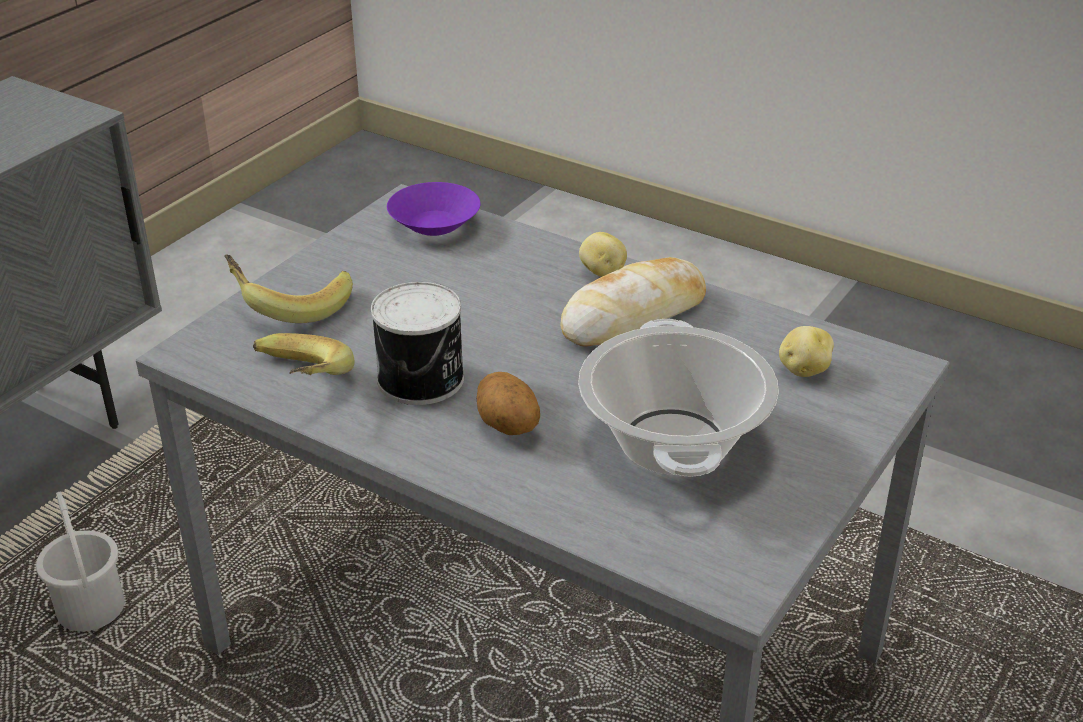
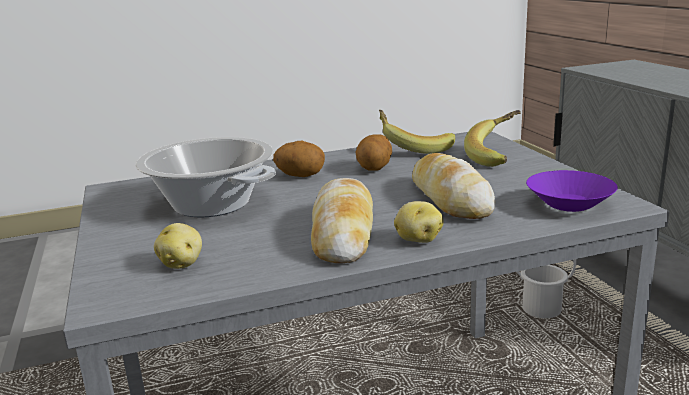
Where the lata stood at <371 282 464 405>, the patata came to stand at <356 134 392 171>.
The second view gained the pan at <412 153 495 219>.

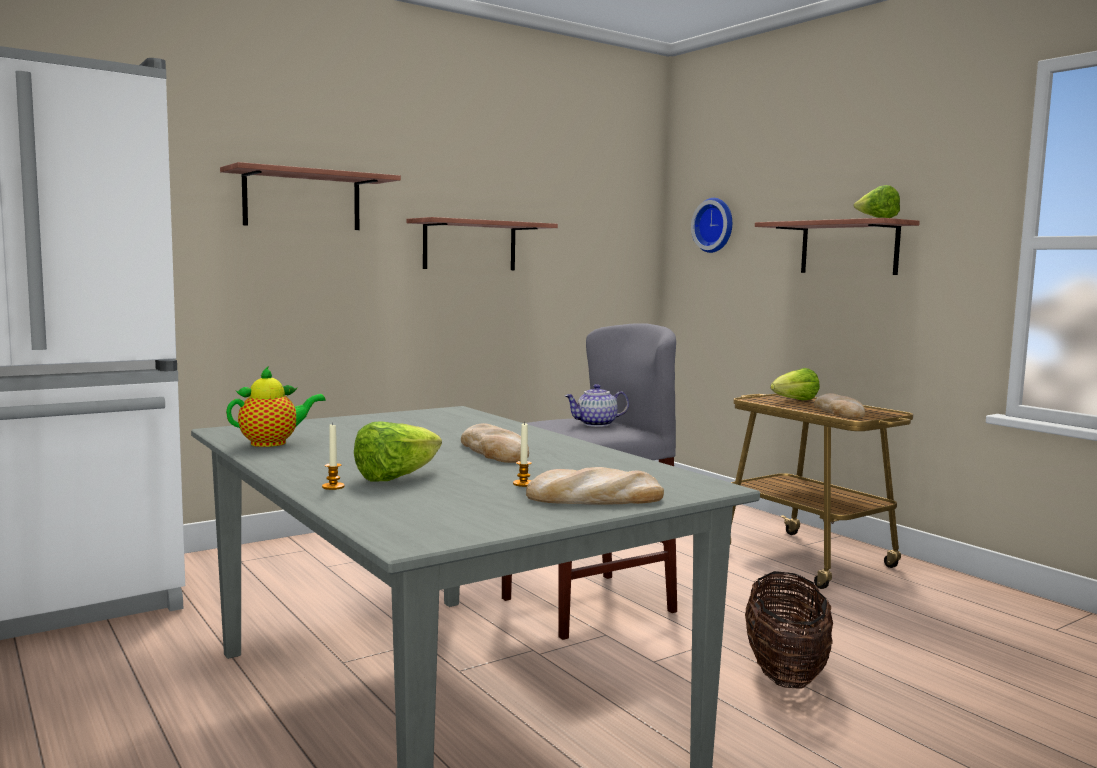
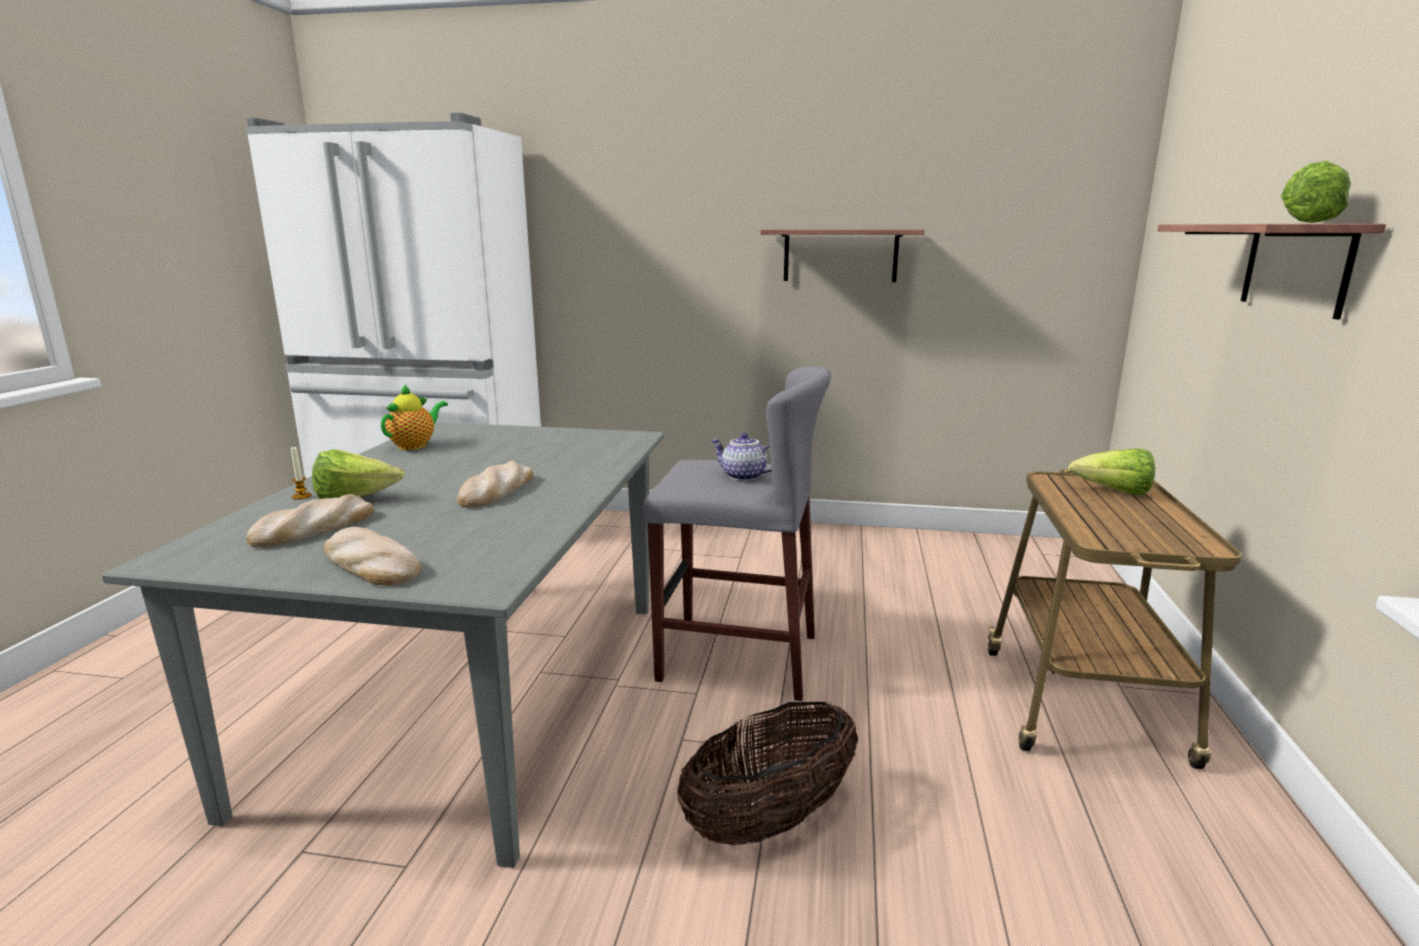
The second view lost the estante at <220 162 401 230>.
The second view lost the reloj de pared at <691 198 732 253>.
The tetera at <226 366 326 447> ended up facing another way, 75 degrees counterclockwise from before.
The pan ended up elsewhere, having gone from <814 393 865 418> to <246 494 374 548>.
The second view lost the vela at <513 422 532 487>.

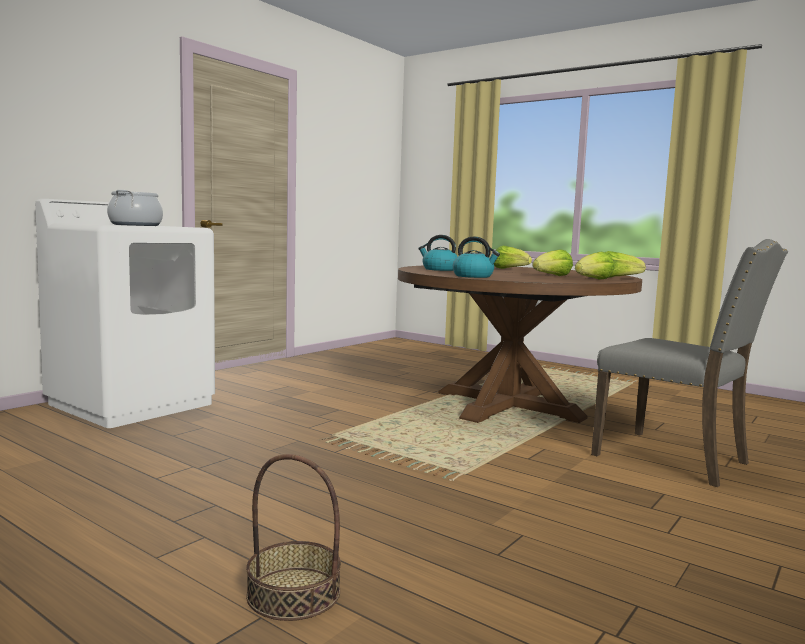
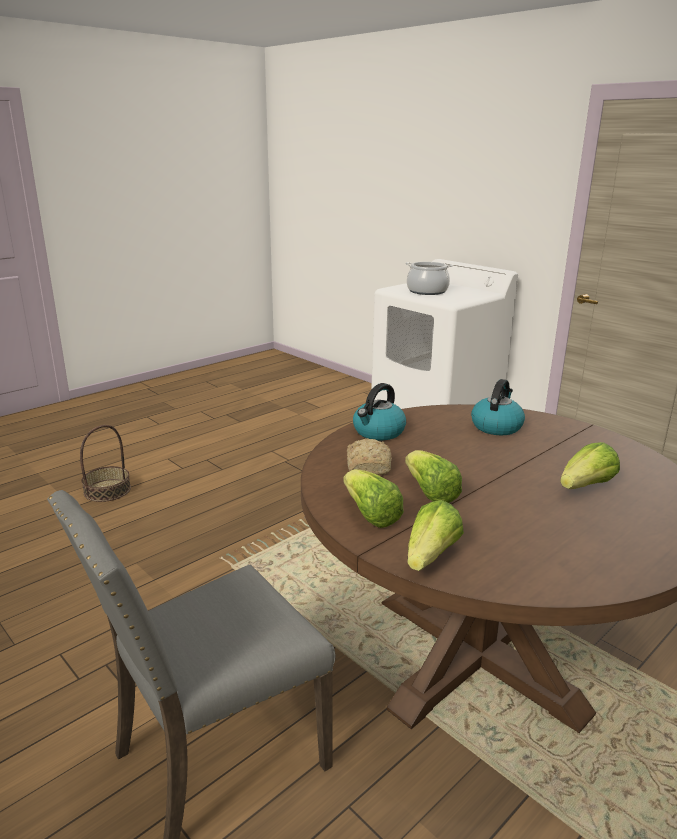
The second view gained the pan at <347 438 392 475>.

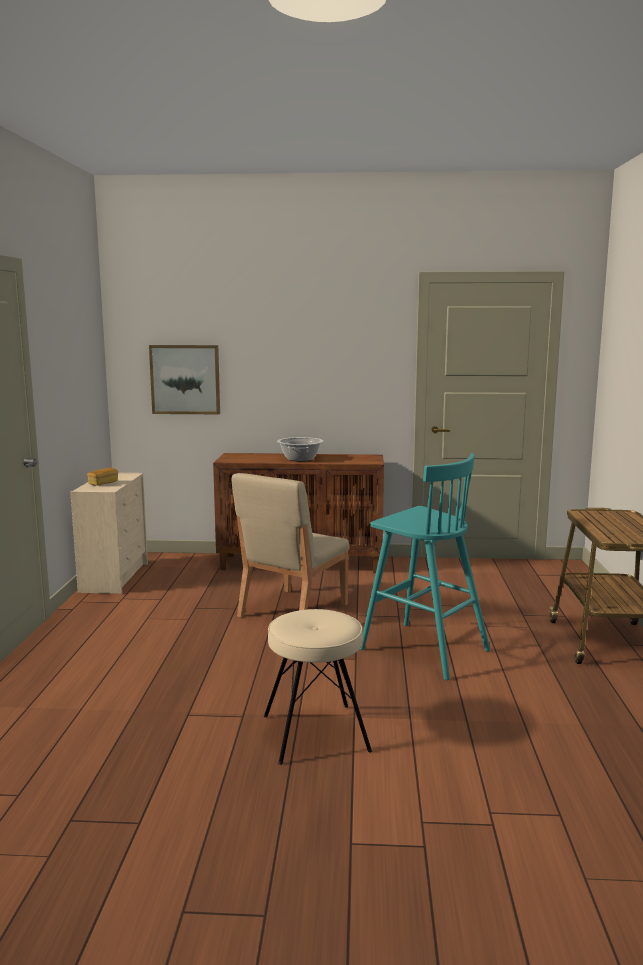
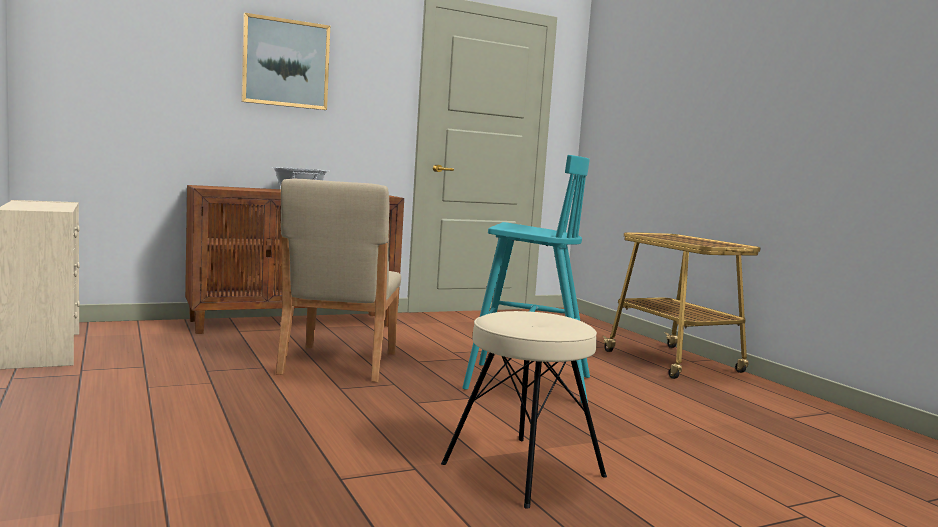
The cuadro ended up elsewhere, having gone from <149 345 220 414> to <241 13 330 110>.
The second view lost the pan at <87 468 118 486>.

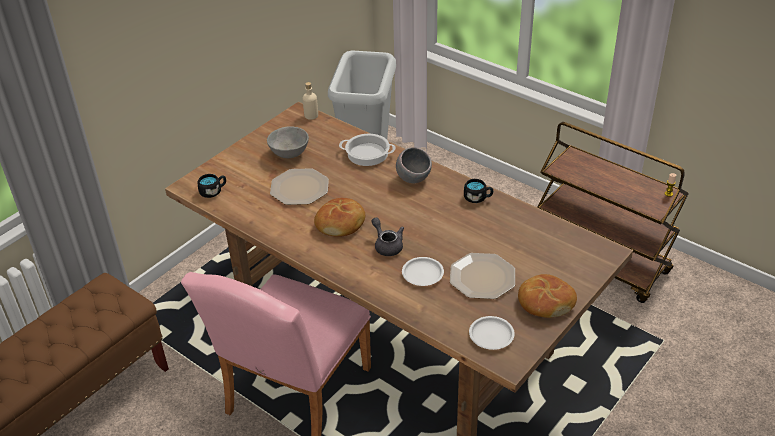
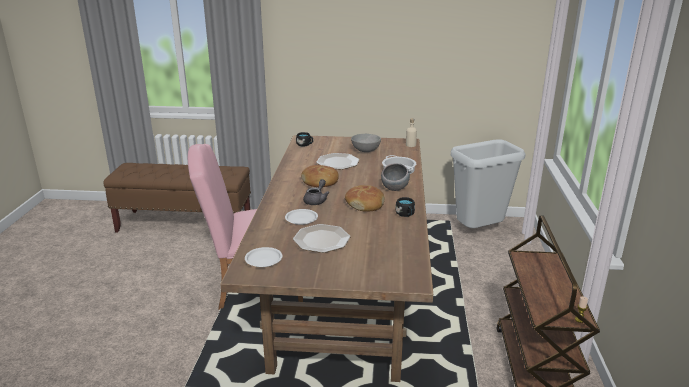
The pan ended up elsewhere, having gone from <518 274 577 318> to <345 185 385 212>.

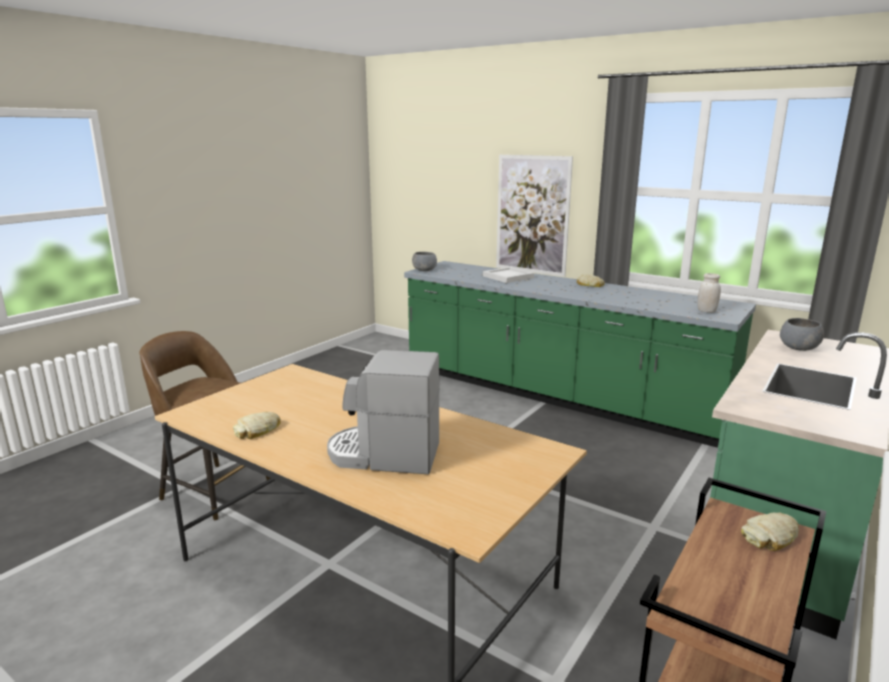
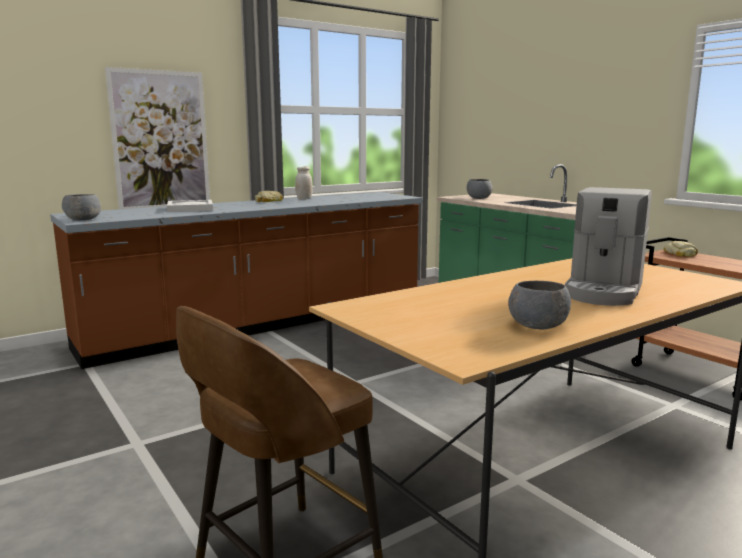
What was the mueble bajo de cocina/verde at <404 261 756 448> turned into the mueble bajo de cocina/marrón at <50 192 423 369>.
The tarro/blanco ended up elsewhere, having gone from <697 273 721 313> to <295 167 313 200>.
Where the pan stood at <233 412 281 439>, the cuenco/gris came to stand at <508 281 571 329>.

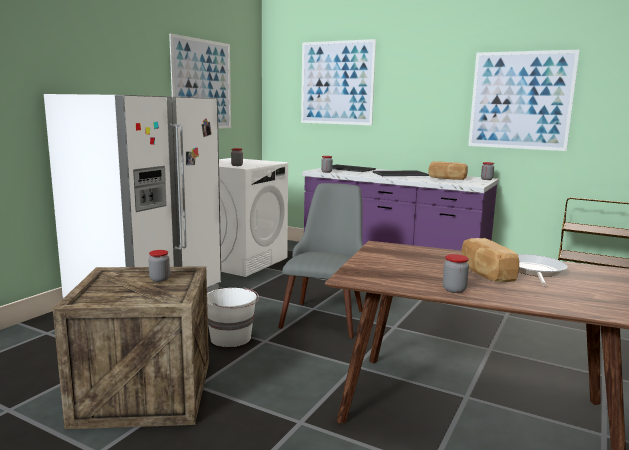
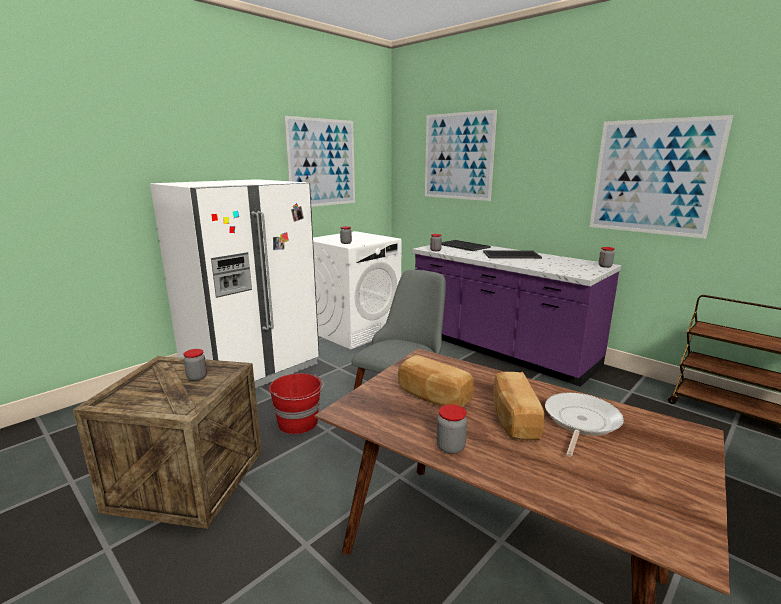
The pan ended up elsewhere, having gone from <428 161 468 180> to <398 355 474 407>.
What was the cubo/blanco at <207 287 259 347> turned into the cubo/rojo at <269 373 324 434>.

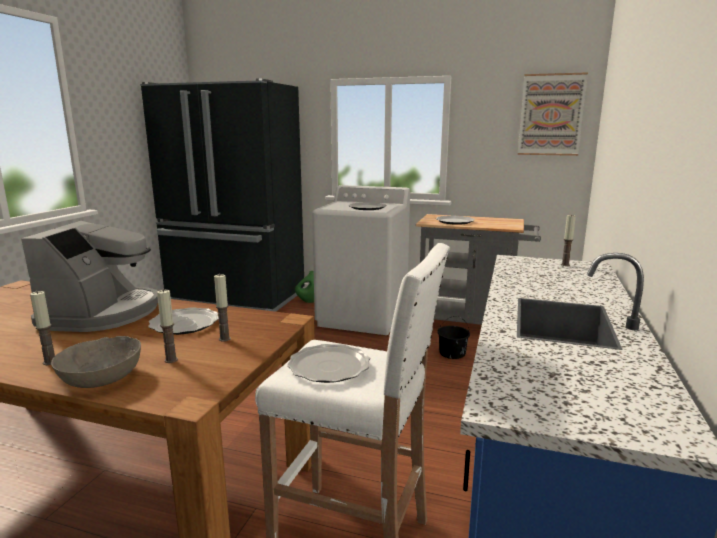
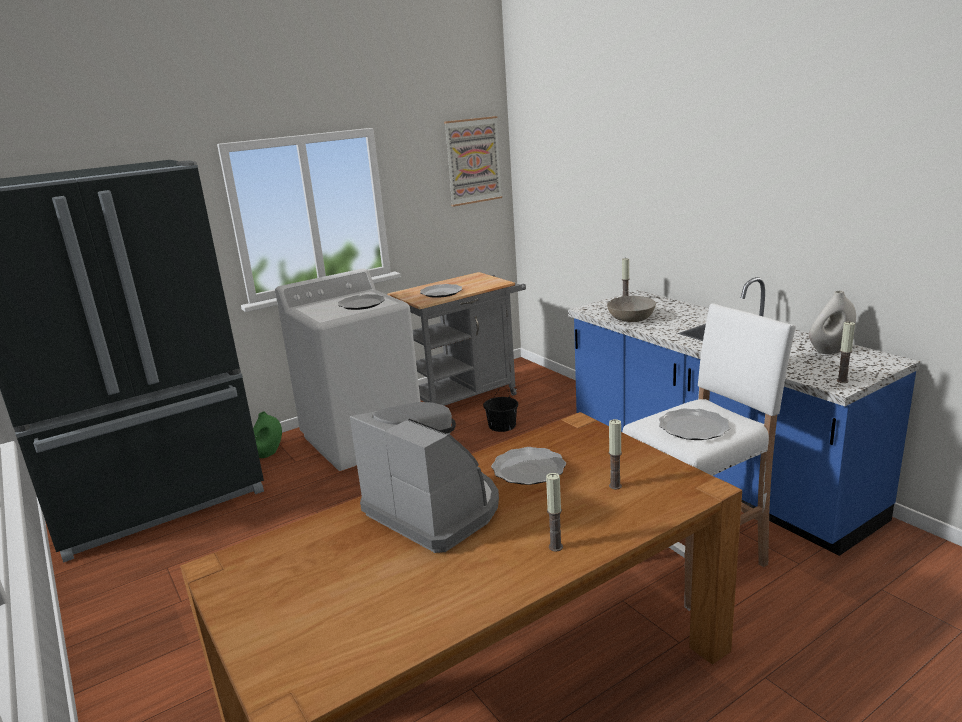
The vela ended up elsewhere, having gone from <214 274 231 341> to <837 321 855 383>.
The cuenco/gris ended up elsewhere, having gone from <51 336 141 388> to <607 296 656 322>.
The second view gained the florero/blanco at <809 290 856 354>.

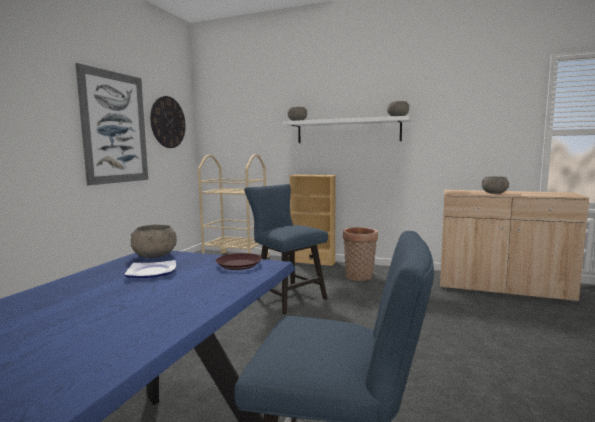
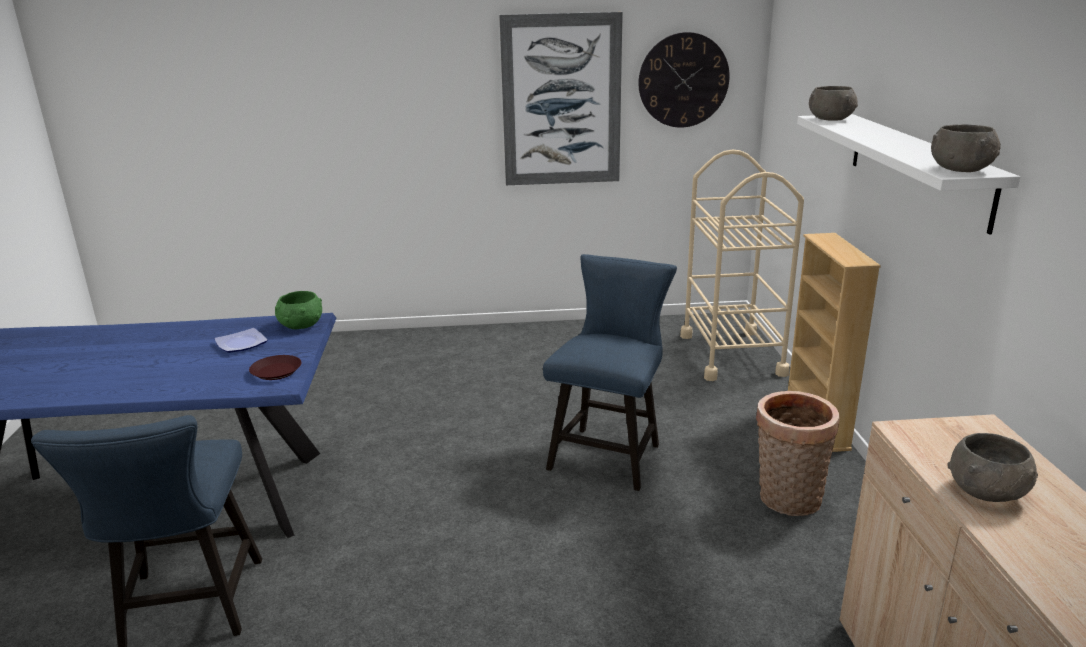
What was the cuenco/gris at <131 225 177 258> turned into the cuenco/verde at <275 291 322 329>.

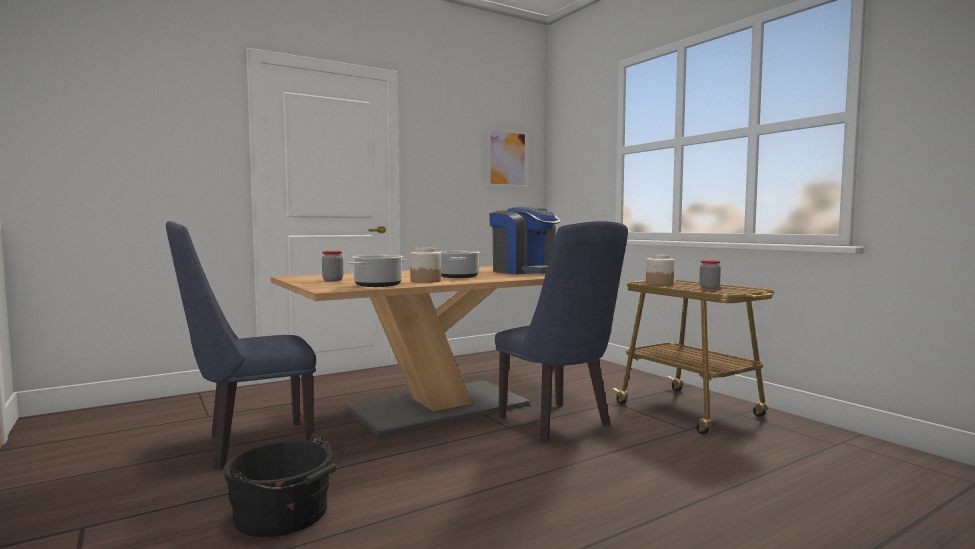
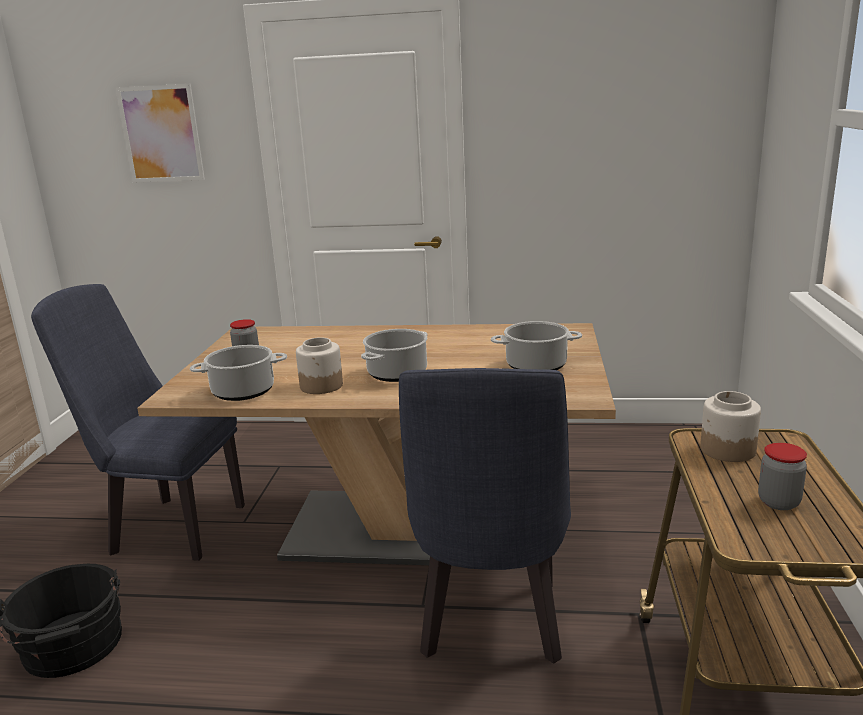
The cuadro ended up elsewhere, having gone from <487 128 527 188> to <116 84 205 183>.
Where the cafetera stood at <489 207 561 274>, the olla came to stand at <491 321 582 370>.

